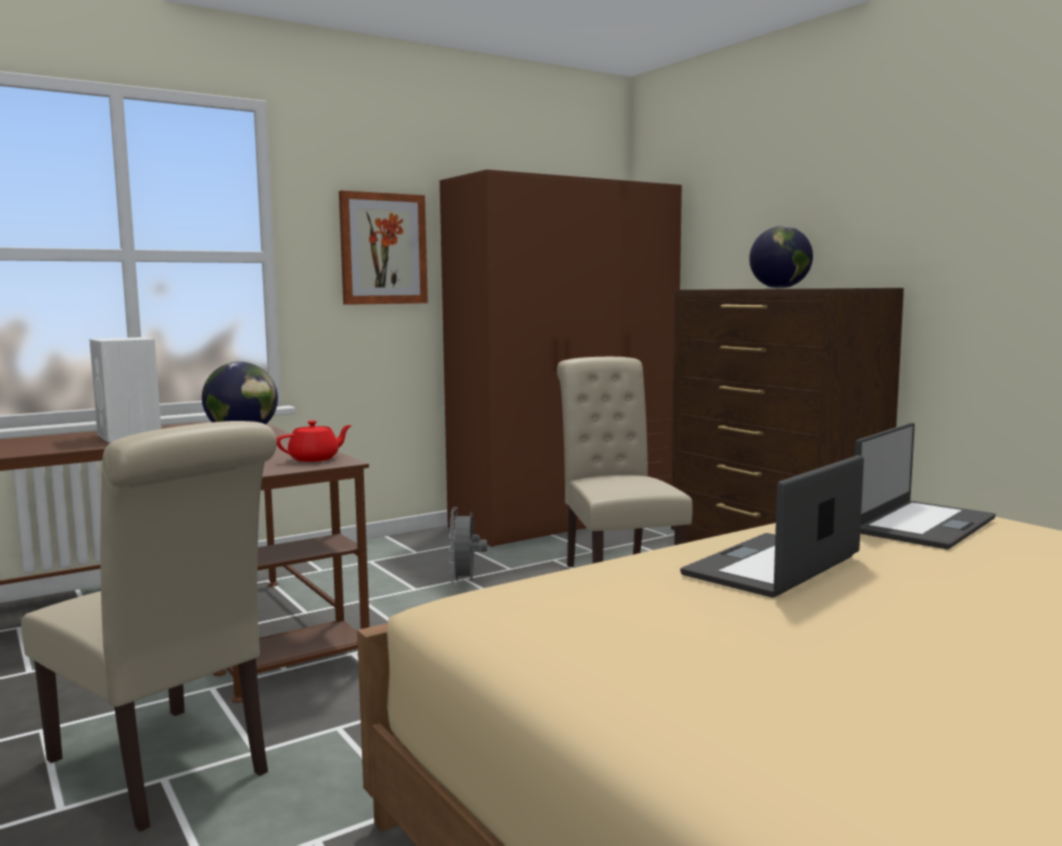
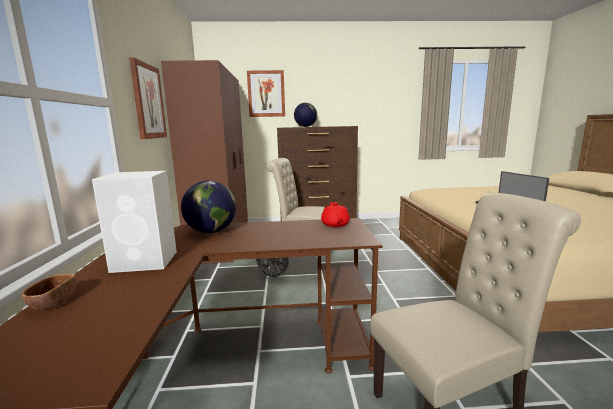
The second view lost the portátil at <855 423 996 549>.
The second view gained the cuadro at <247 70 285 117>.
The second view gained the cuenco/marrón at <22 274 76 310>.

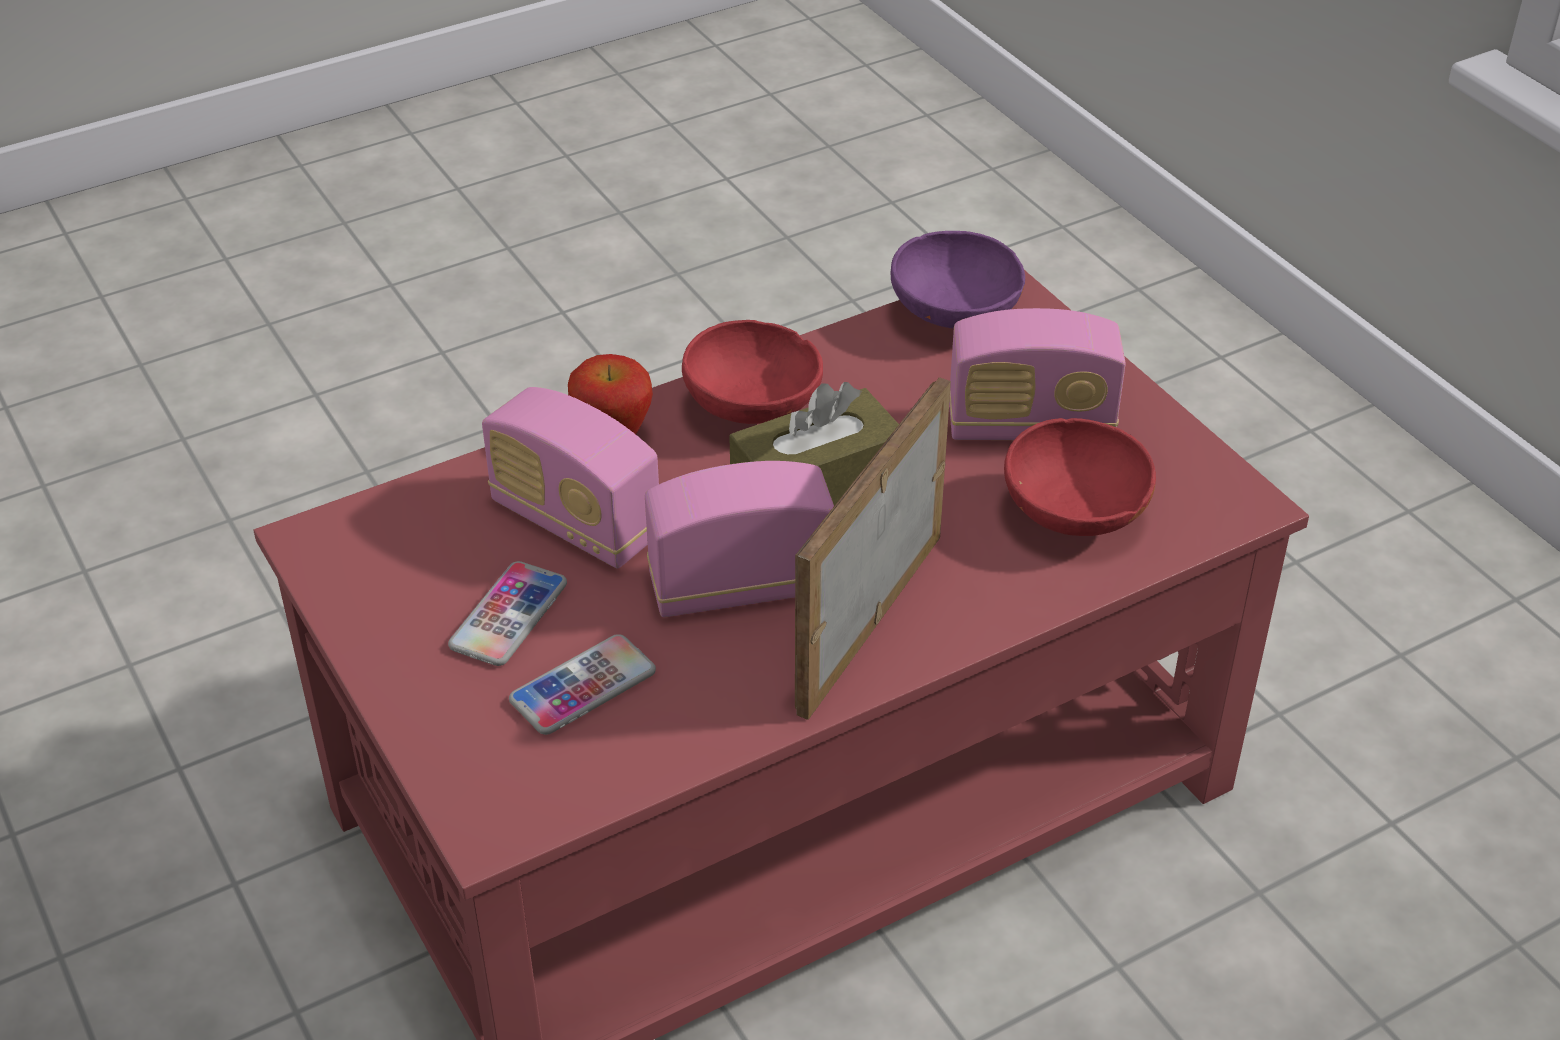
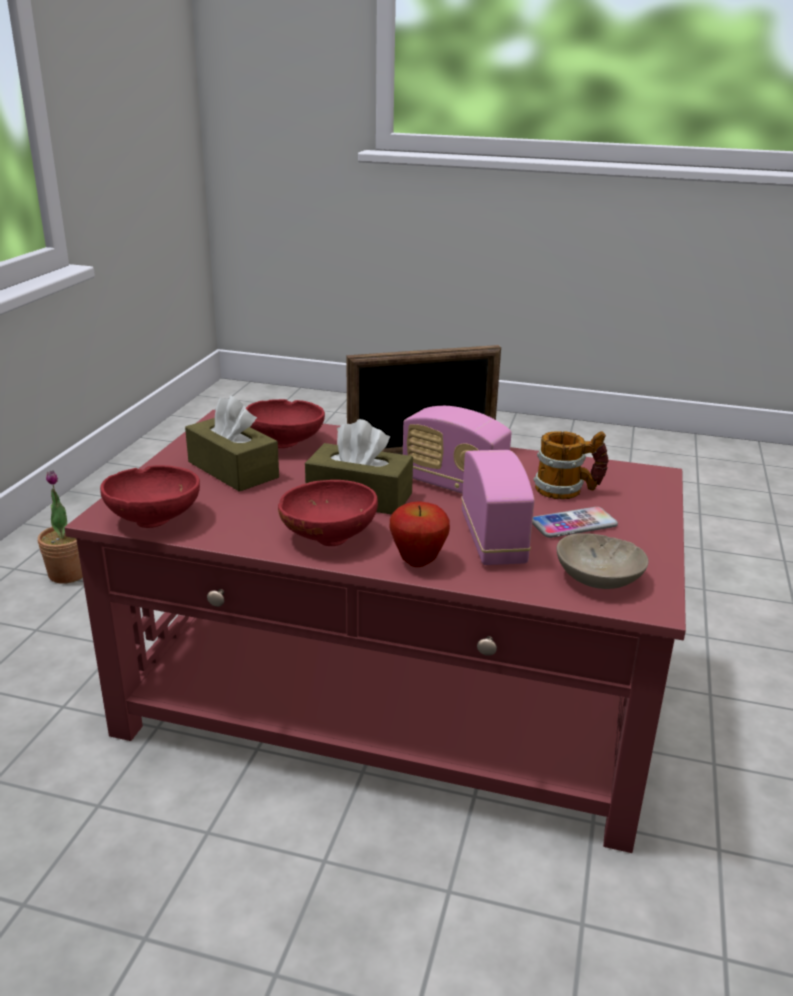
What was the cuenco/morado at <890 231 1025 328> turned into the cuenco/rojo at <100 465 200 528>.
Where the radio stood at <949 308 1126 440>, the caja de pañuelos/marrón came to stand at <185 396 279 492>.
Where the móvil stood at <509 634 656 735>, the taza grande came to stand at <533 431 609 499>.
The second view gained the planta en maceta at <38 470 83 584>.
The second view gained the cuenco/beis at <557 533 649 589>.

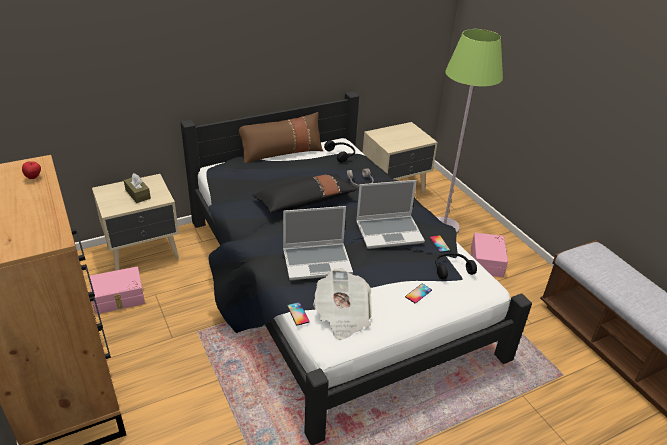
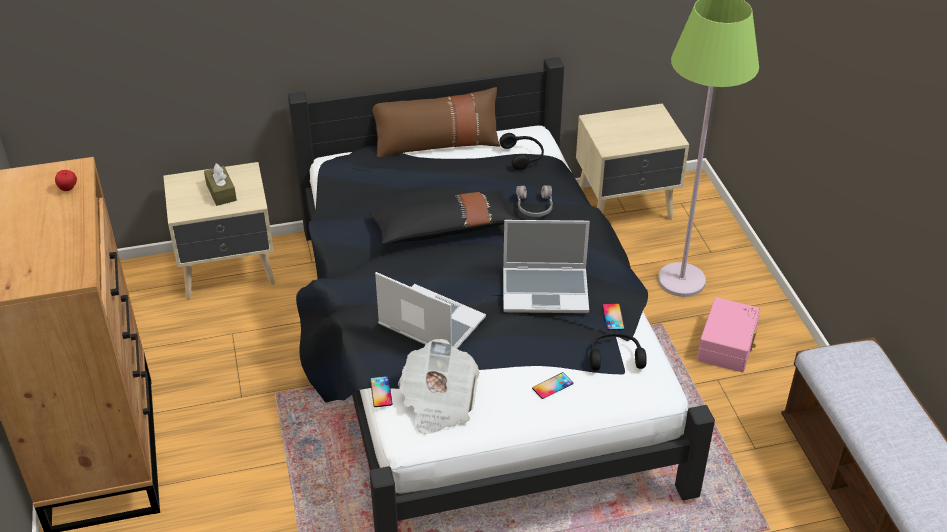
The portátil at <283 206 353 280> ended up facing another way, 150 degrees counterclockwise from before.
The second view lost the caja de almacenaje/rosa at <90 267 145 314>.

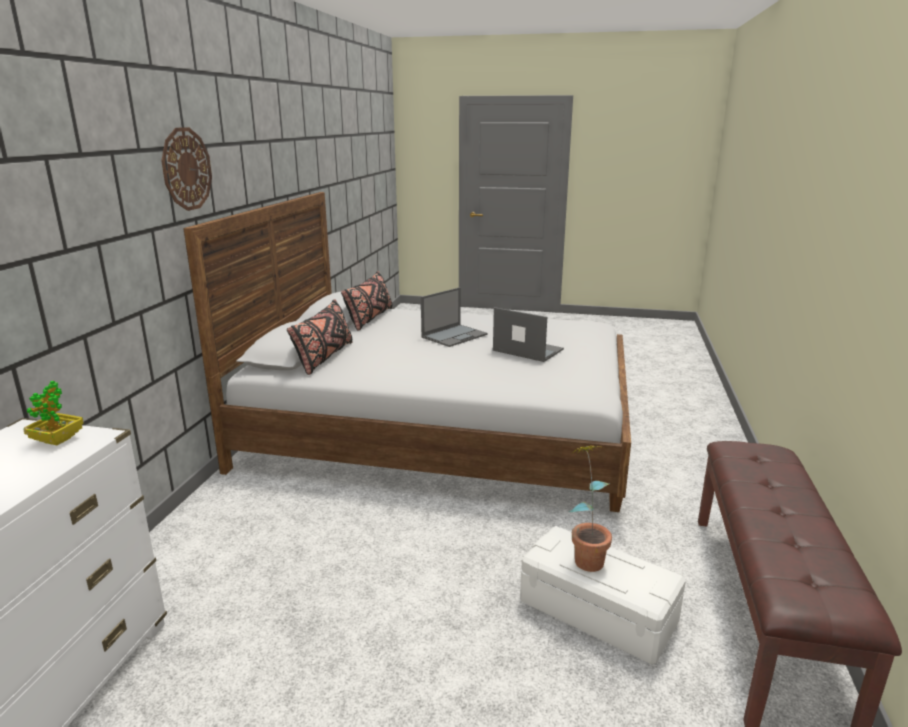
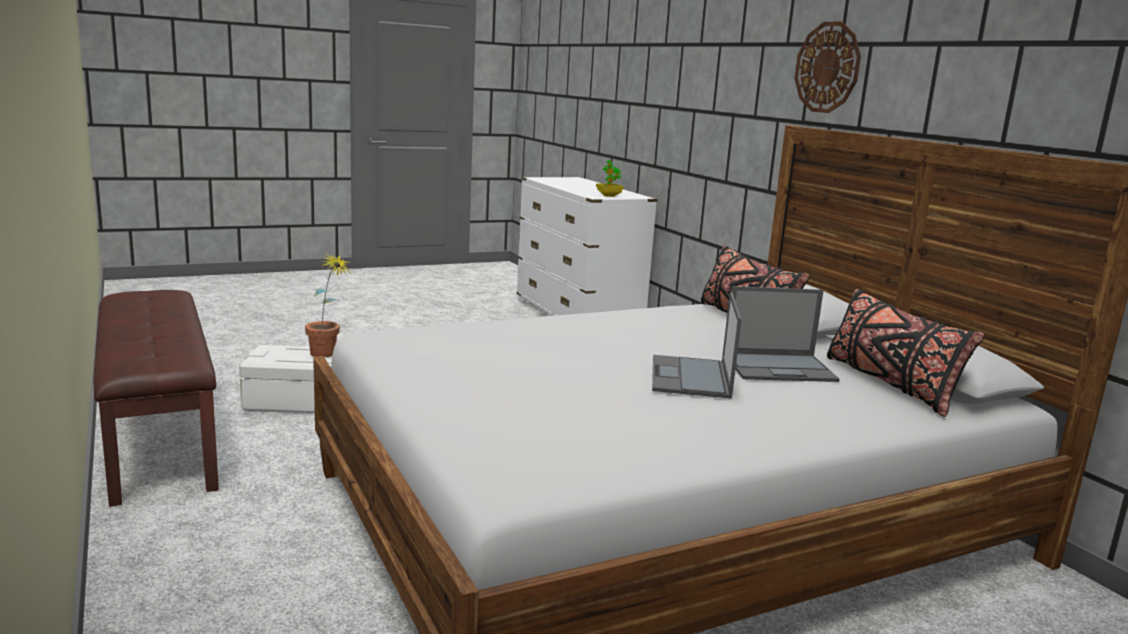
The portátil ended up elsewhere, having gone from <493 307 564 362> to <731 286 839 382>.

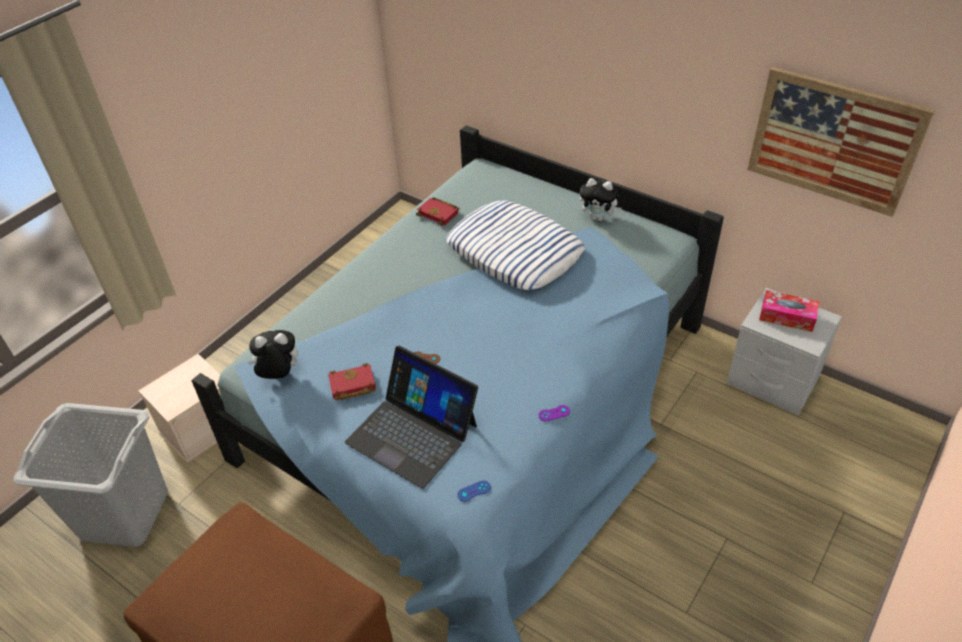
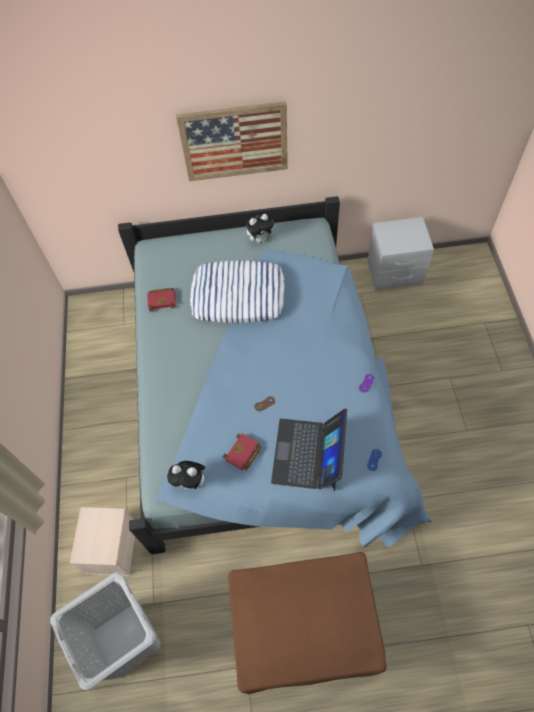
The cuadro ended up elsewhere, having gone from <747 67 935 217> to <176 101 288 181>.
The second view lost the caja de pañuelos at <759 290 819 332>.
The peluche at <247 330 298 379> ended up facing another way, 120 degrees counterclockwise from before.
The portátil at <345 346 478 489> ended up facing another way, 105 degrees clockwise from before.

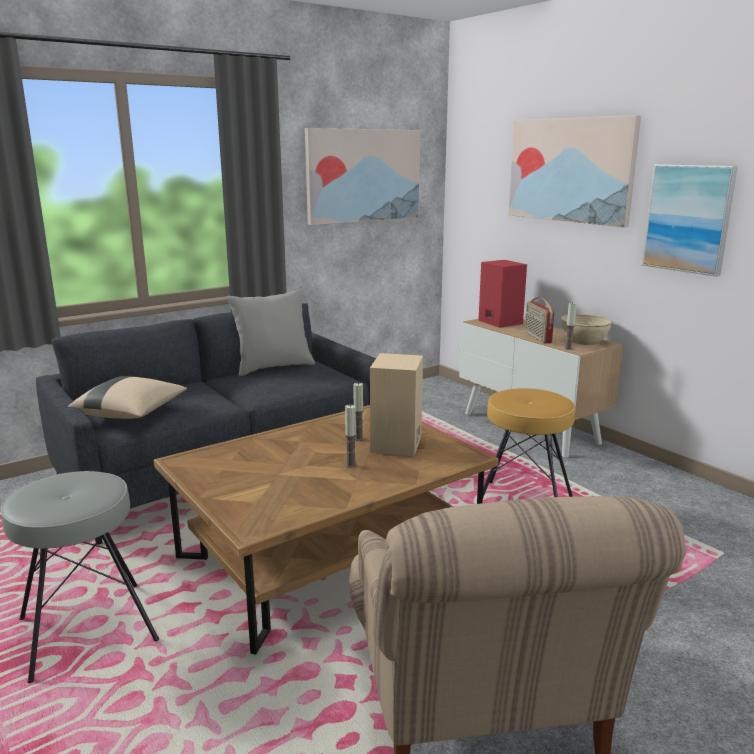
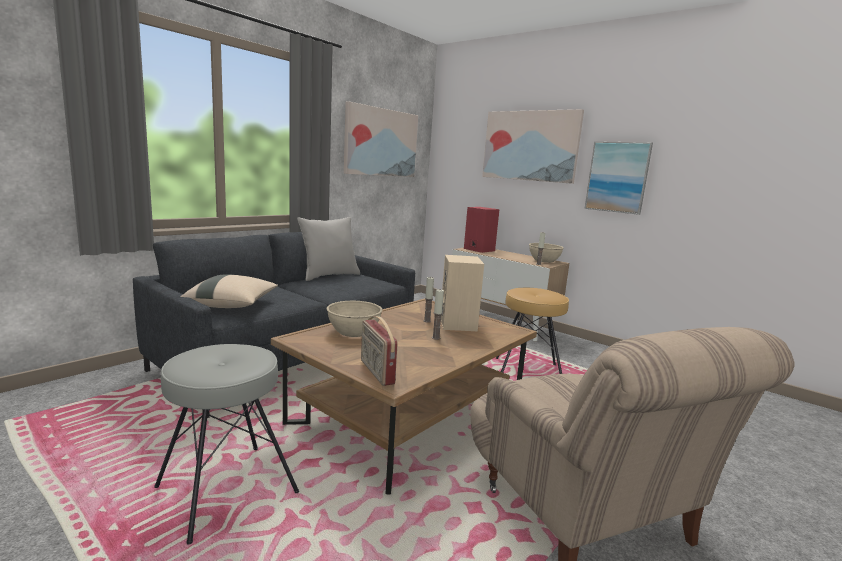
The radio ended up elsewhere, having gone from <525 297 555 343> to <361 316 398 386>.
The second view gained the cuenco/beis at <327 301 382 337>.

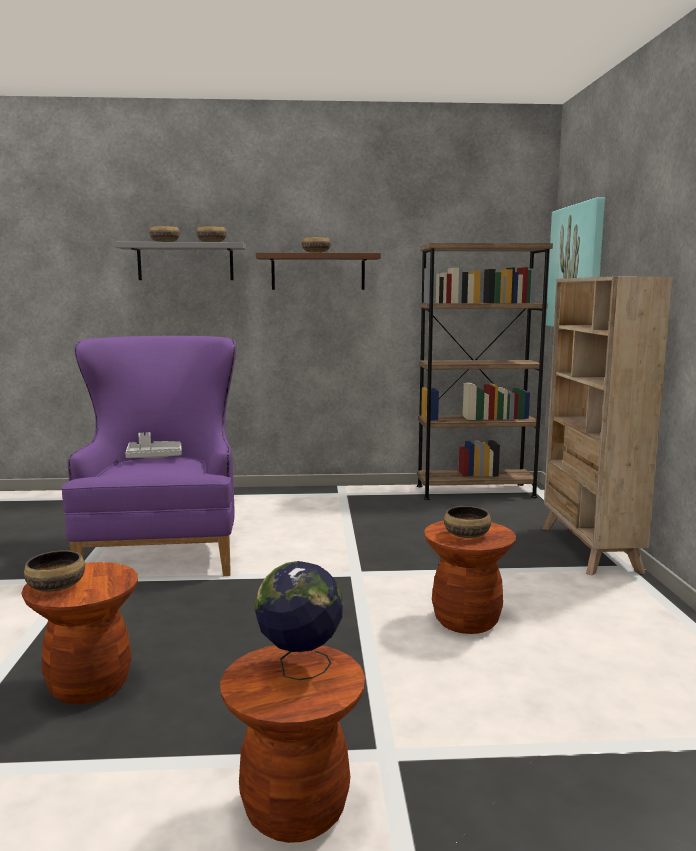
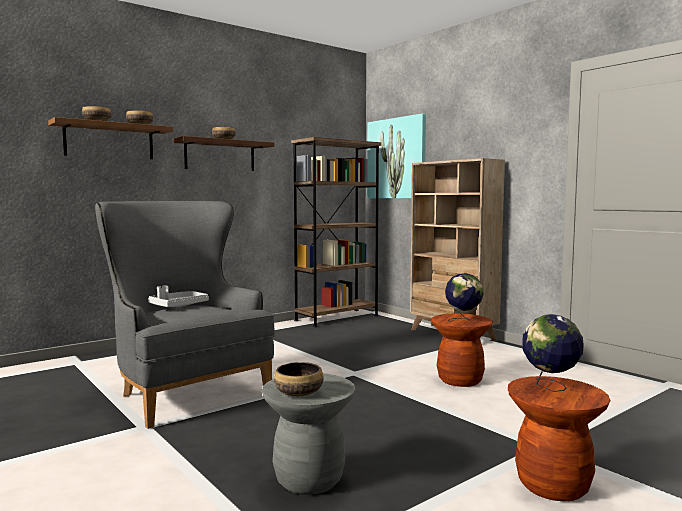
What was the estante/gris at <115 242 246 280> turned into the estante/marrón at <48 117 173 159>.
What was the sillón/morado at <61 336 237 576> turned into the sillón/gris at <95 201 275 429>.
Where the cuenco stood at <444 506 491 538>, the globo terráqueo came to stand at <445 273 484 322>.
What was the taburete/marrón at <22 562 138 705> turned into the taburete/gris at <262 373 355 495>.

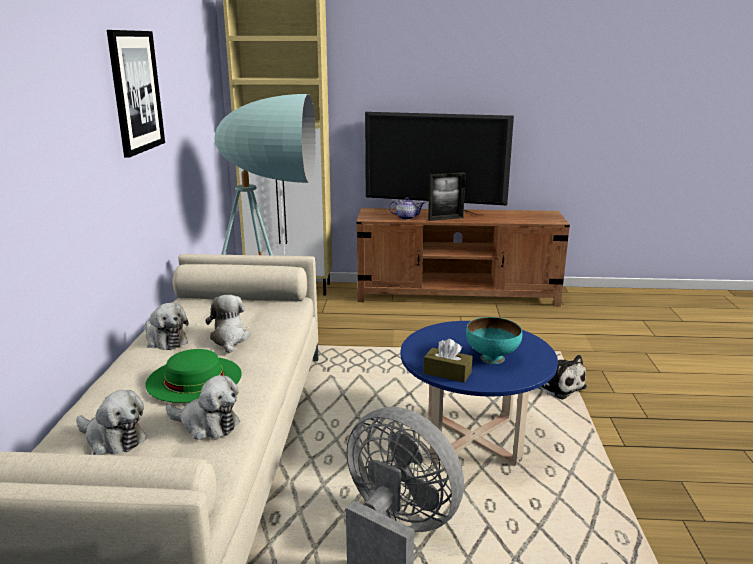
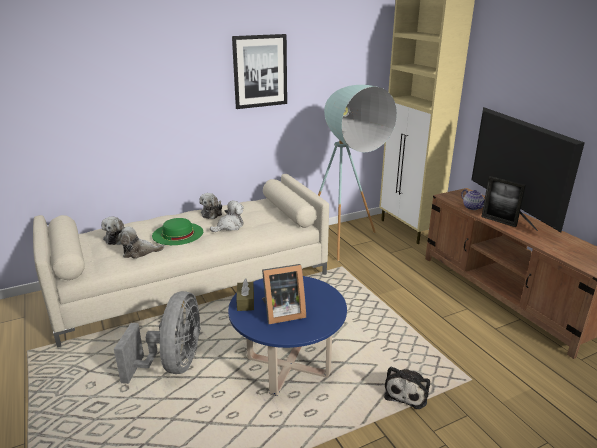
Where the cuenco/turquesa stood at <466 317 522 364>, the portarretratos came to stand at <262 264 306 324>.
The peluche at <166 375 240 440> ended up facing another way, 90 degrees clockwise from before.

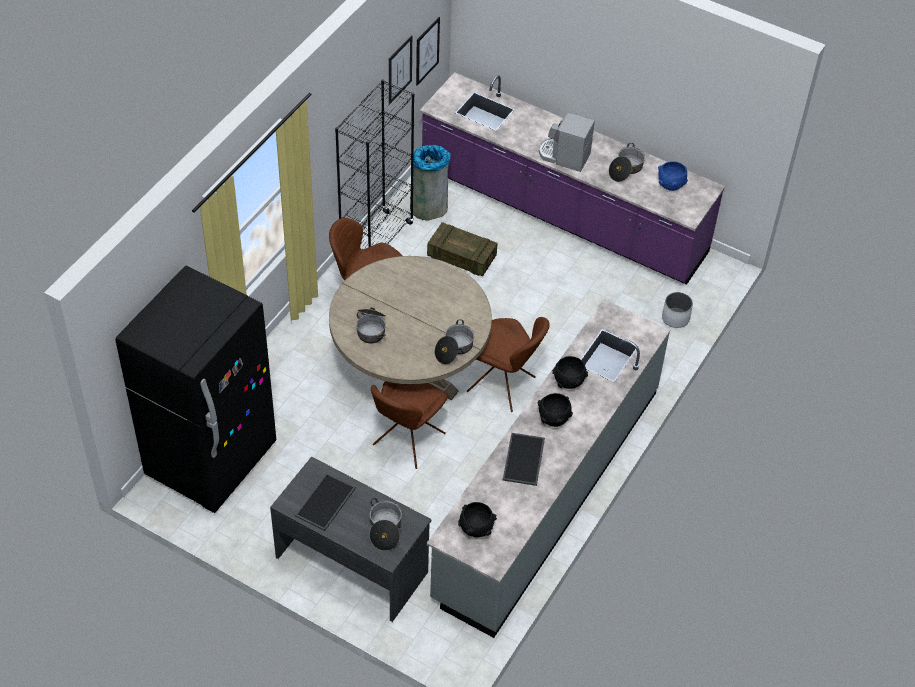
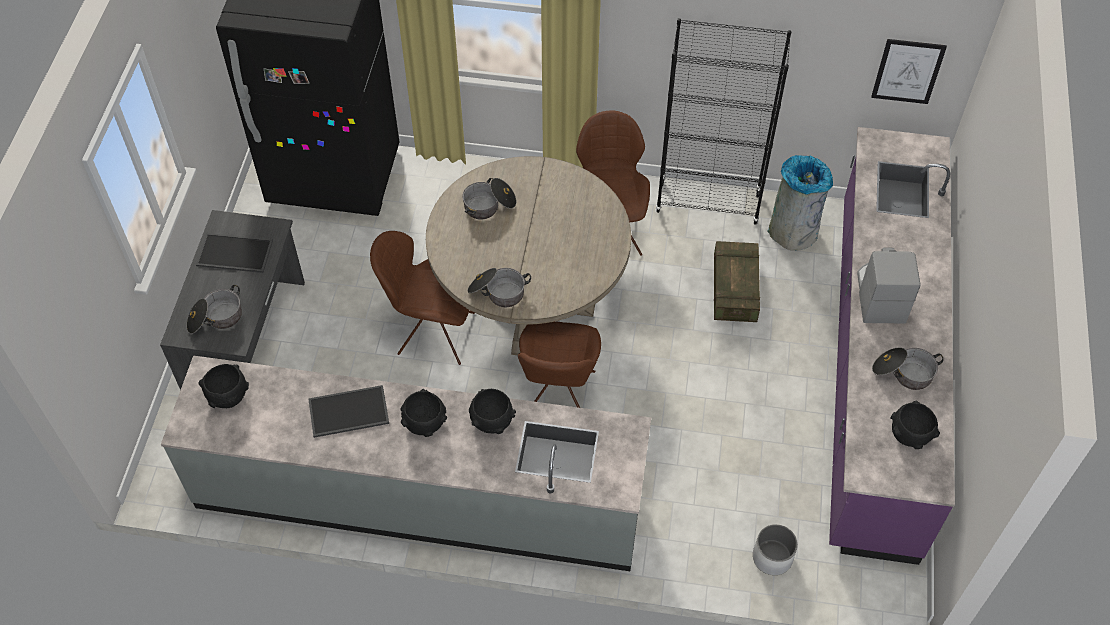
The second view lost the cuadro at <389 35 412 104>.
What was the cuenco/azul at <658 161 688 191> turned into the cuenco/negro at <890 401 940 449>.

